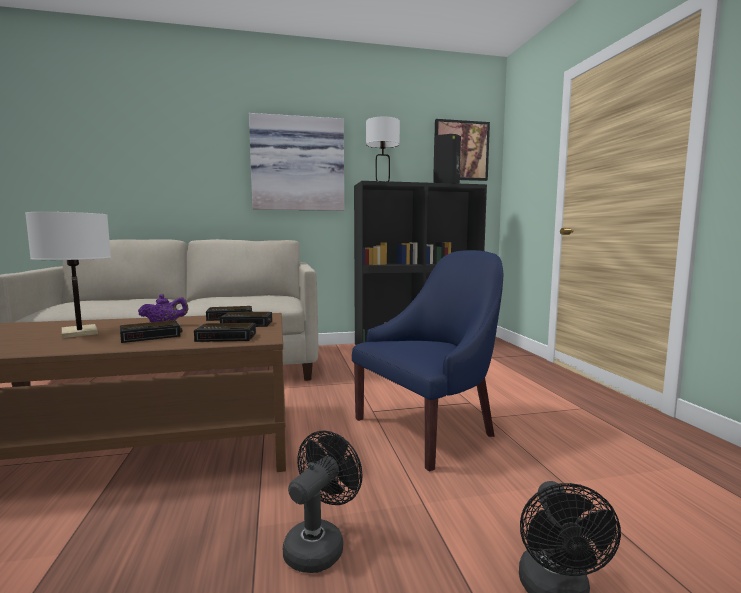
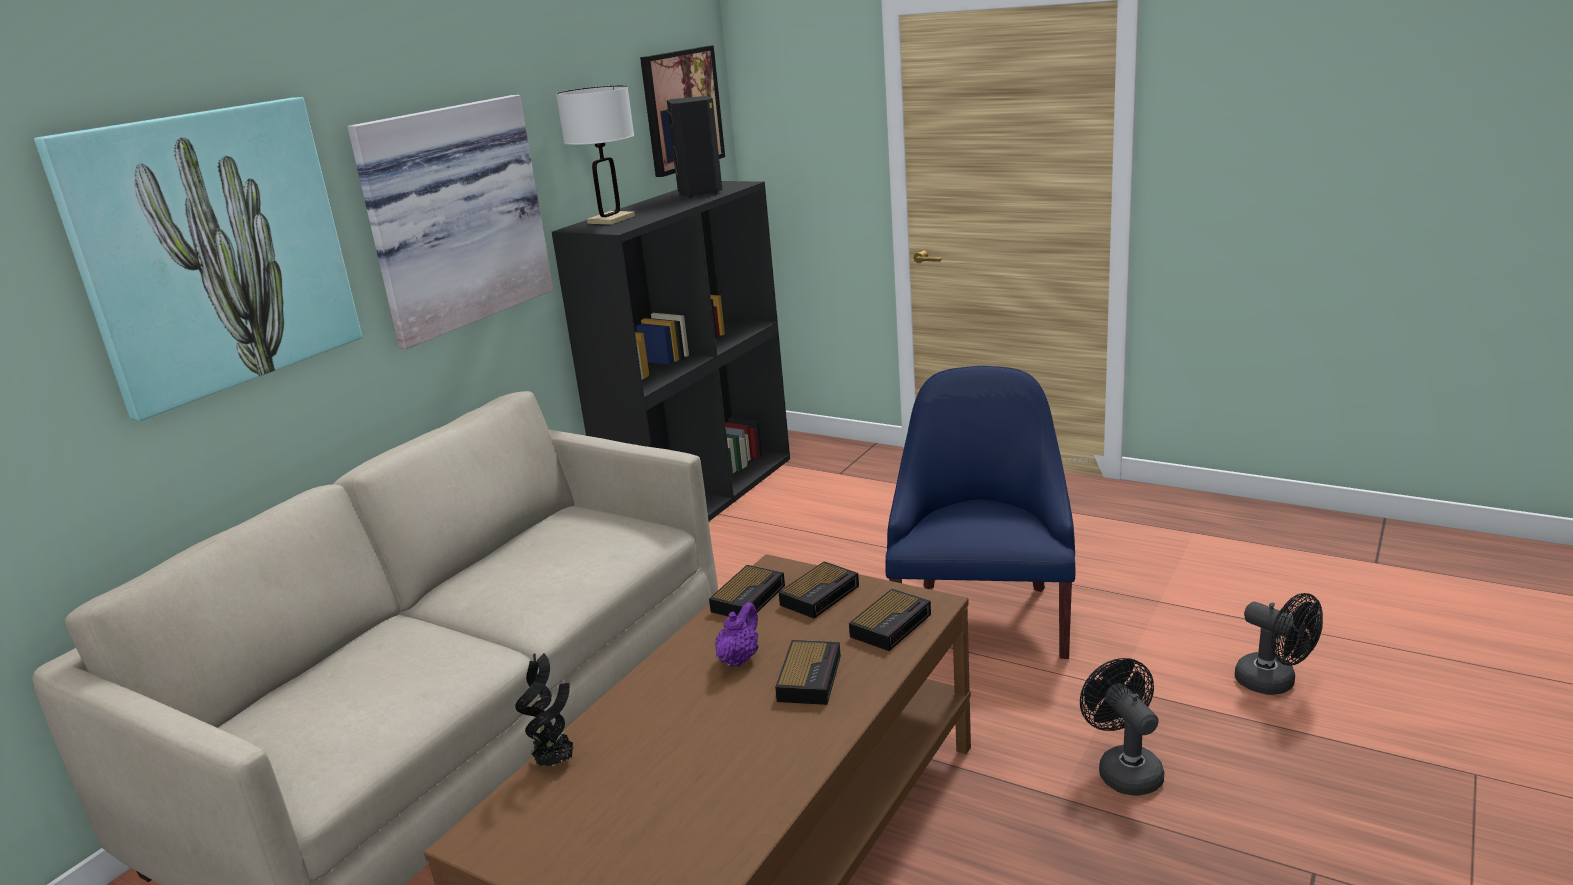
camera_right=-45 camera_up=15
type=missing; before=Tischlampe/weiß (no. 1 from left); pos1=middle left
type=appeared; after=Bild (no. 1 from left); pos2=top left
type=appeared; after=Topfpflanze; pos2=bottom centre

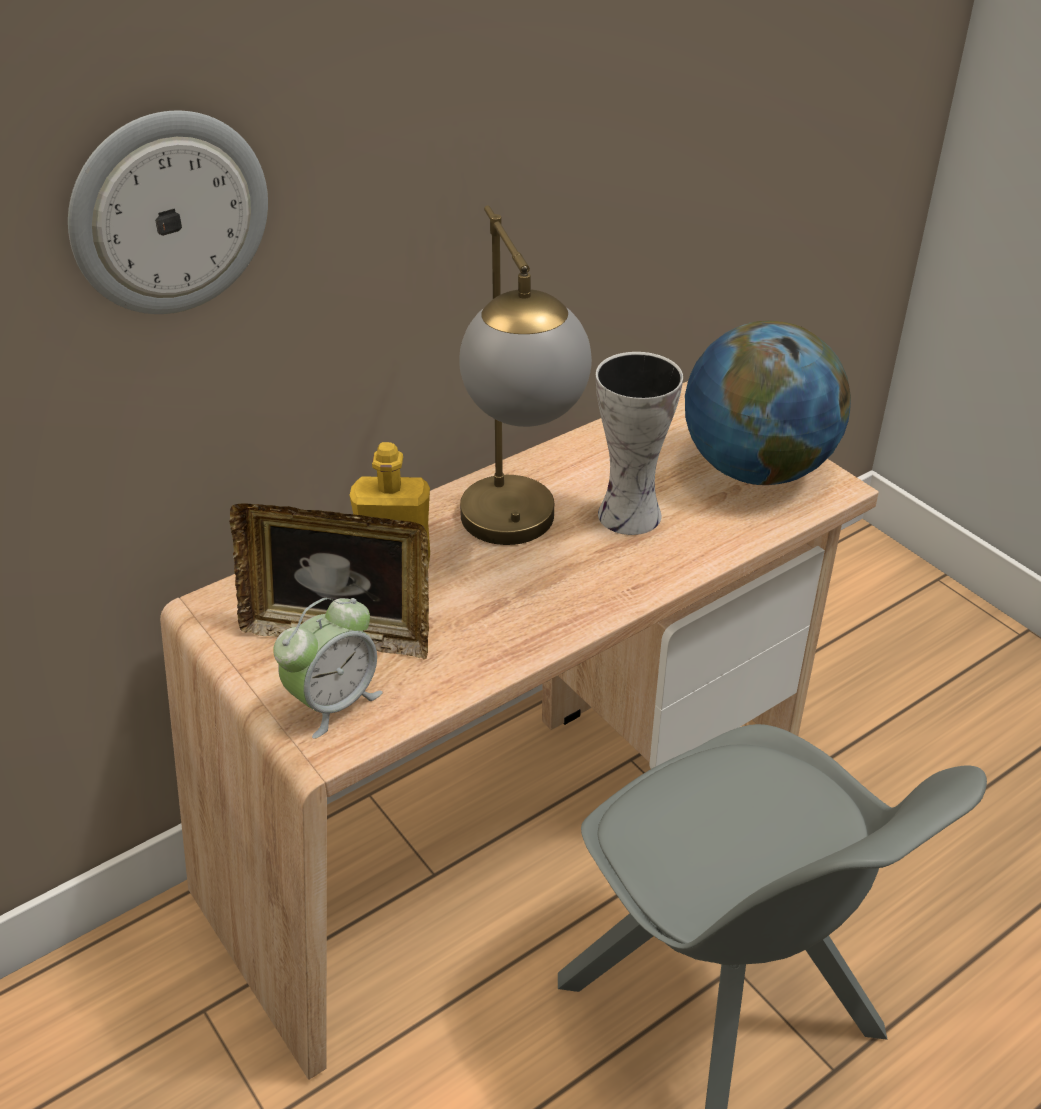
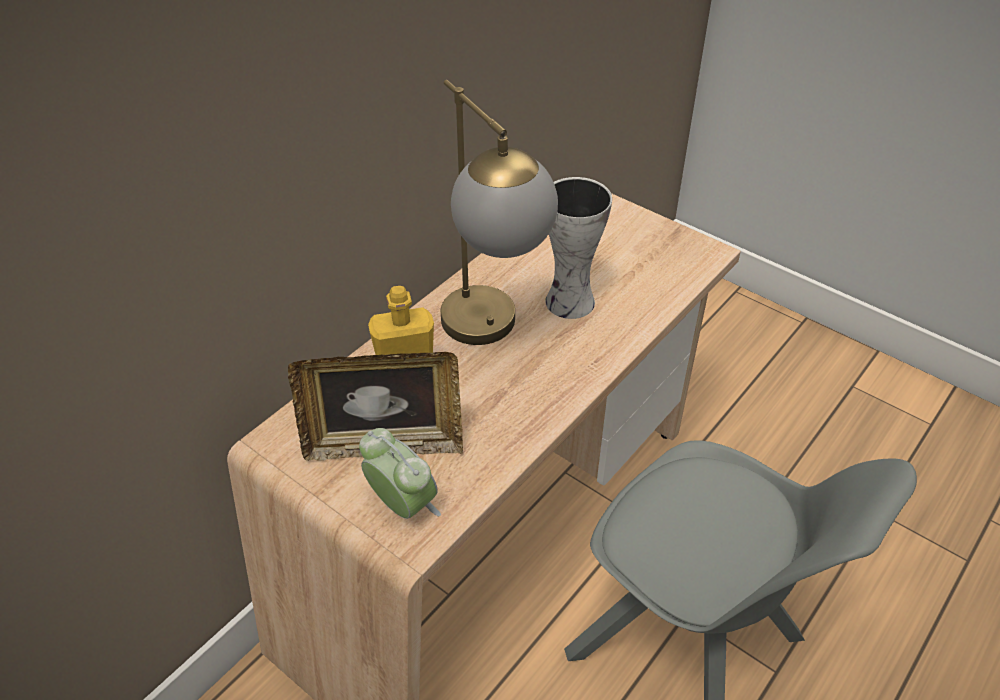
camera_right=-15 camera_up=5
type=missing; before=Wanduhr; pos1=top left
type=missing; before=Globus; pos1=middle right
type=spun; before=Wecker; pos1=middle left; pos2=bottom centre; turn=-75

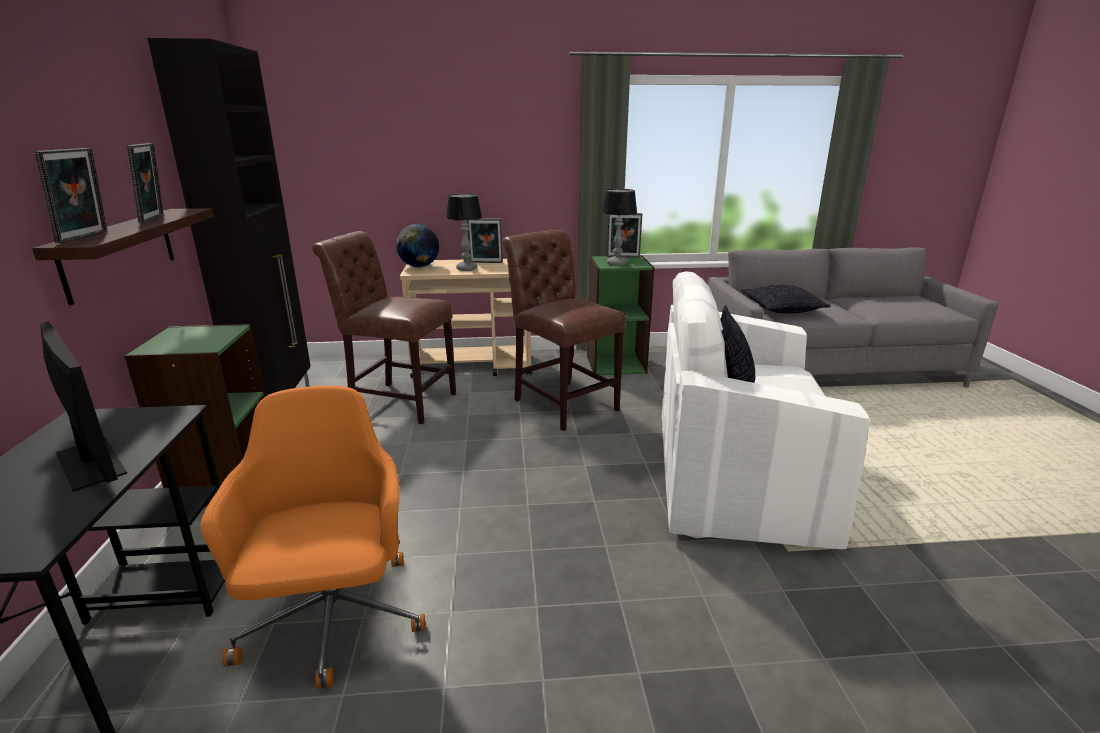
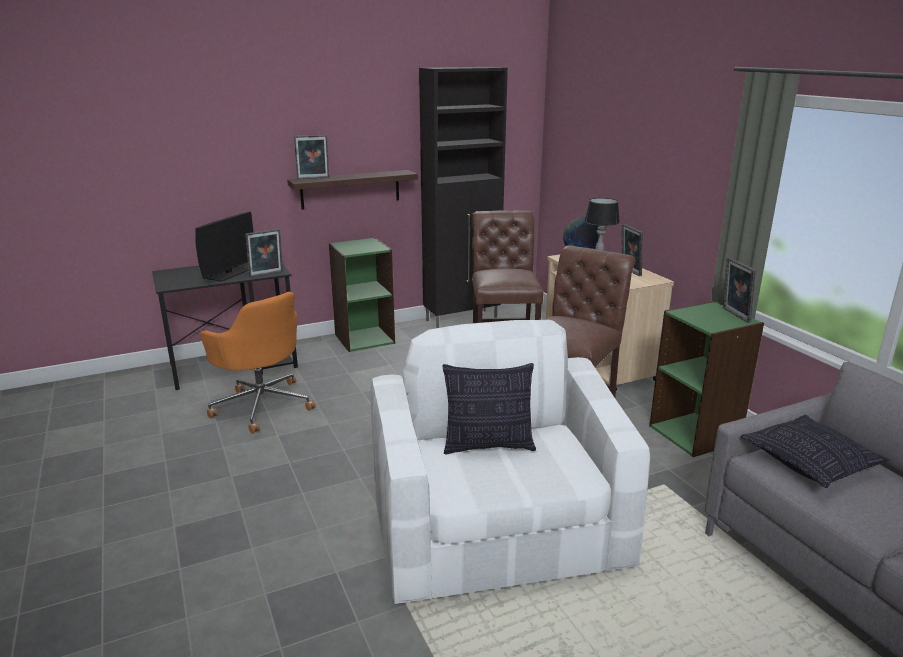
camera_right=70 camera_up=0
type=missing; before=Tischlampe (no. 2 from left); pos1=top centre
type=relocated; before=Bilderrahmen (no. 2 from left in the first image); after=Bilderrahmen (no. 1 from left); pos1=top left; pos2=middle left
type=spun; before=Bürostuhl/orange; pos1=bottom left; pos2=middle left; turn=75

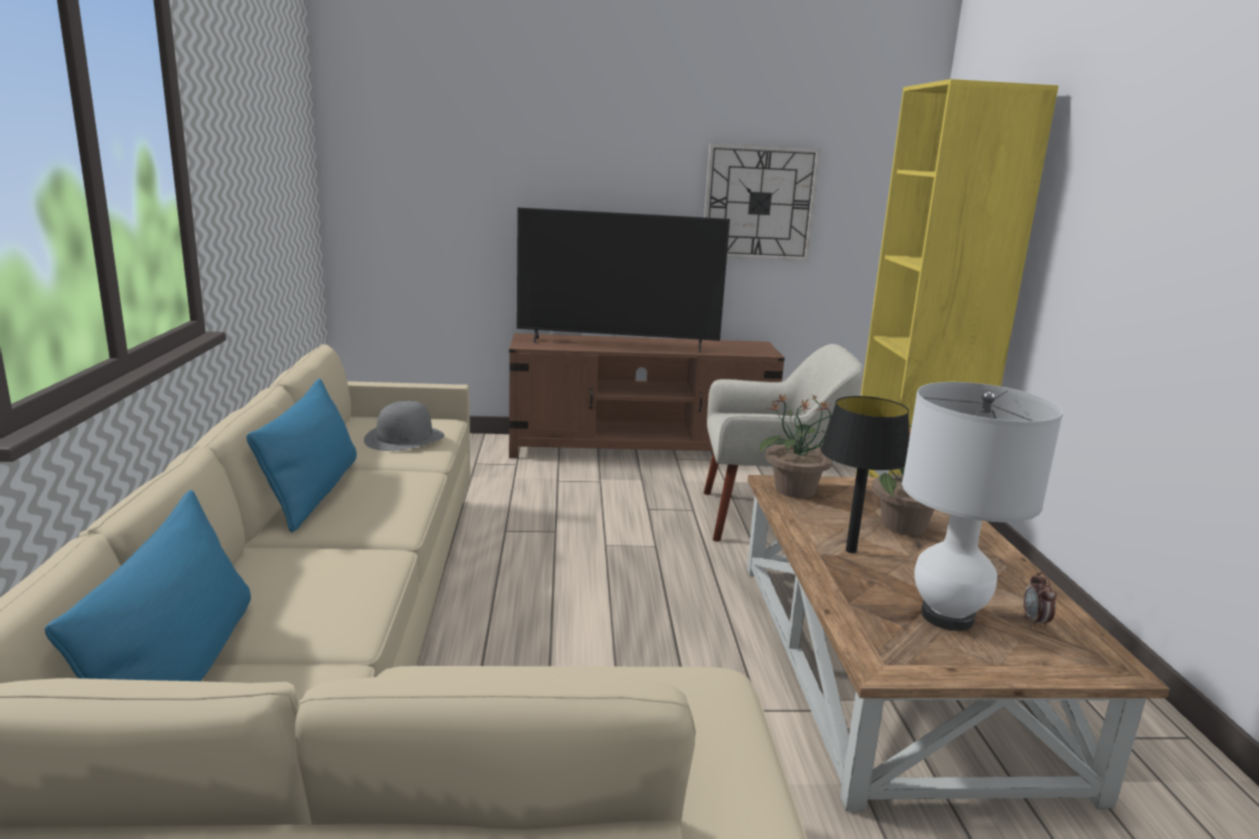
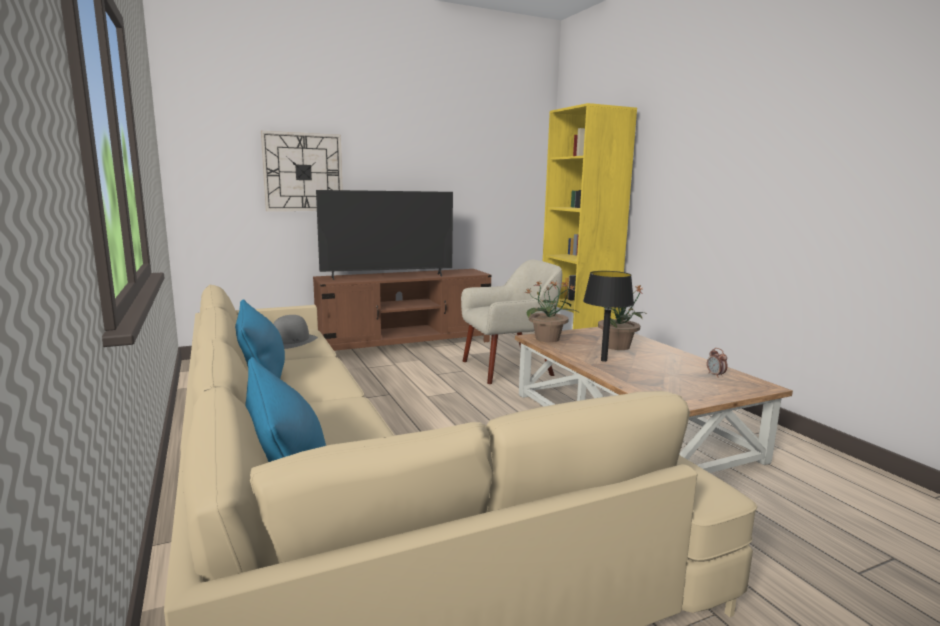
camera_right=-20 camera_up=-5
type=missing; before=Tischlampe/weiß; pos1=middle right
type=relocated; before=Wanduhr; pos1=top centre; pos2=top left

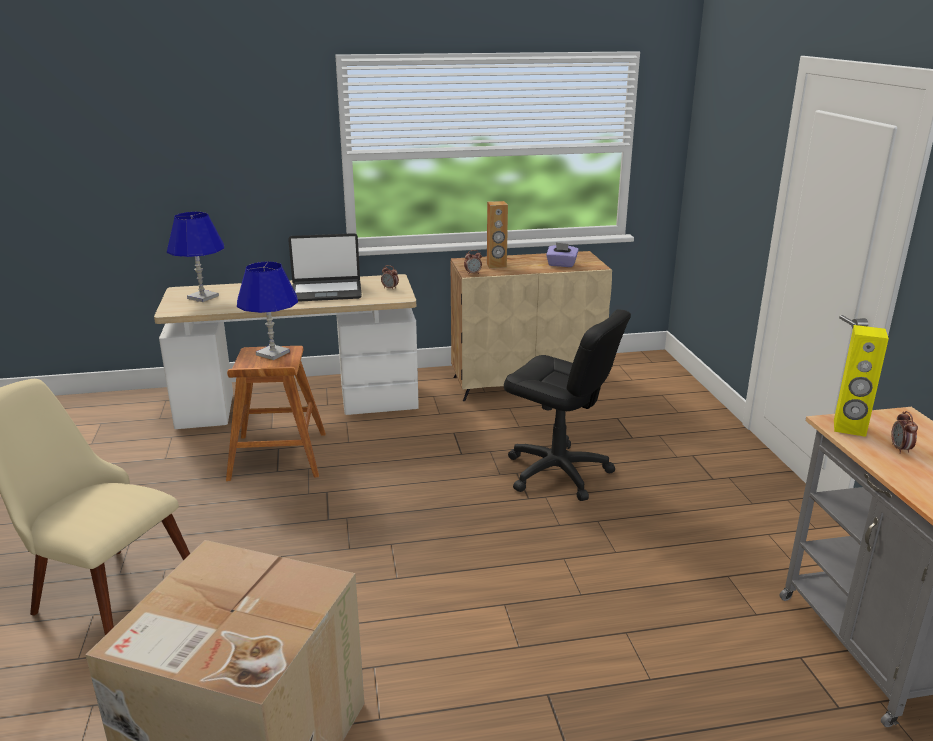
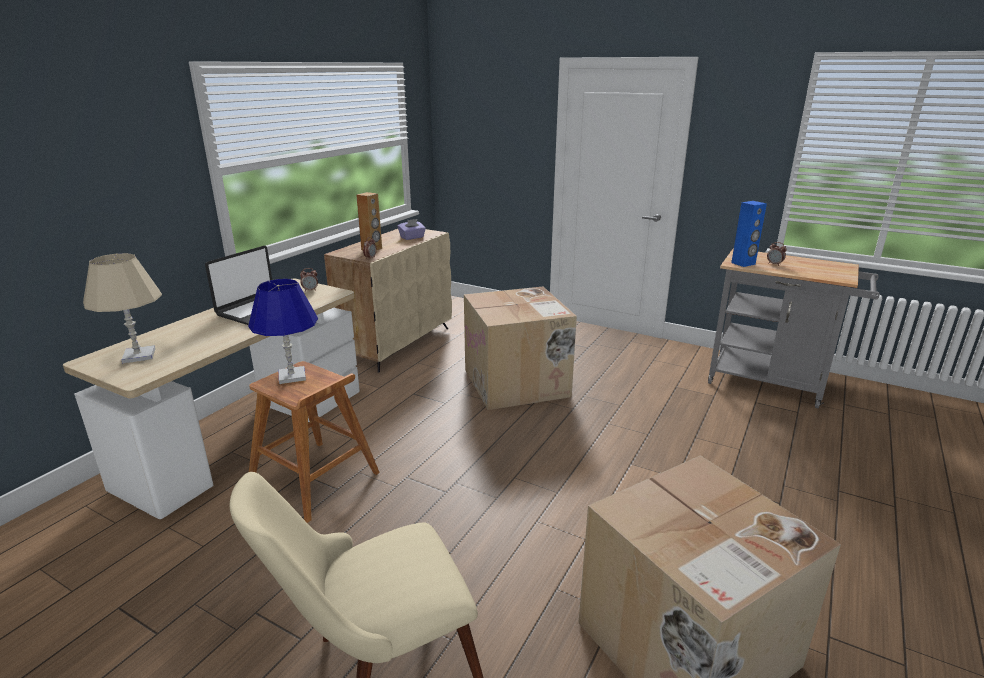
camera_right=-50 camera_up=0
type=exchanged; before=Bürostuhl/schwarz; after=Karton (no. 1 from left); pos1=centre; pos2=centre
type=colour; before=Tischlampe/blau (no. 1 from left); after=Tischlampe/beige; pos1=middle left; pos2=middle left
type=colour; before=Lautsprecher/gelb; after=Lautsprecher/blau; pos1=middle right; pos2=middle right

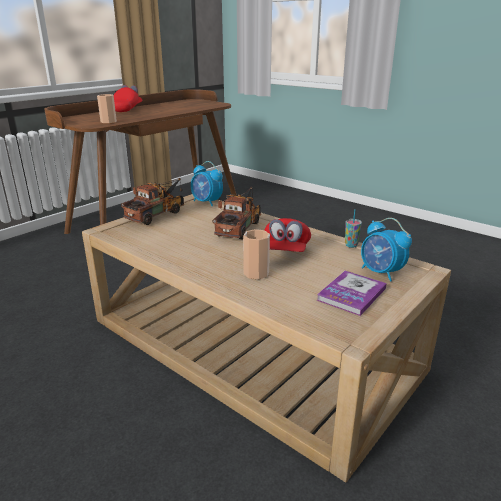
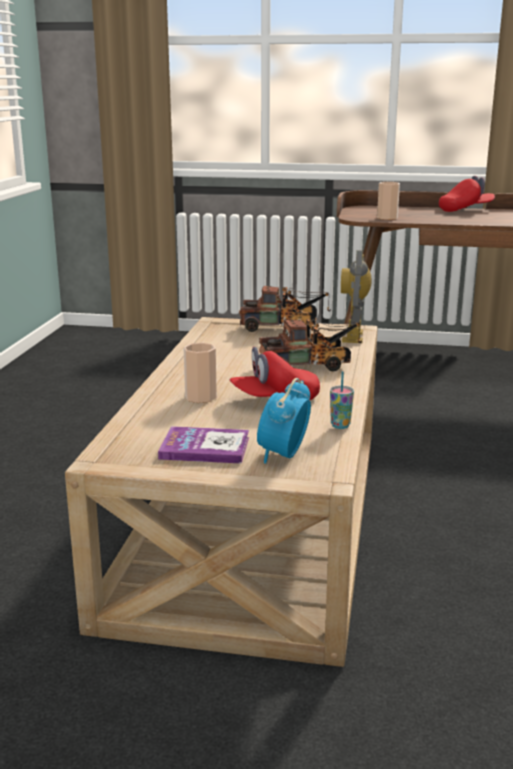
camera_right=60 camera_up=-5
type=exchanged; before=Wecker (no. 1 from left); after=Spielzeugroboter; pos1=centre; pos2=middle right

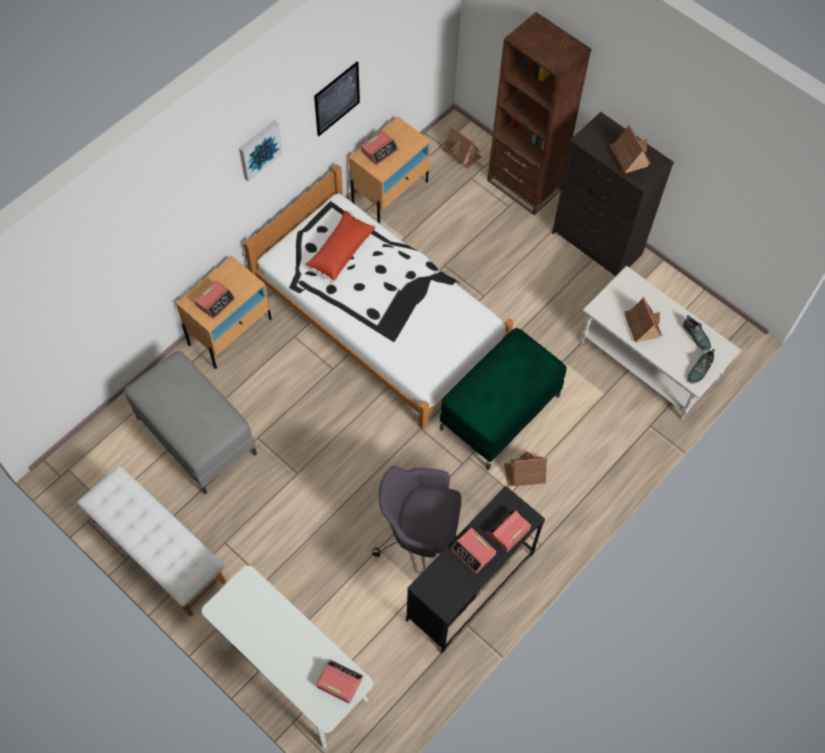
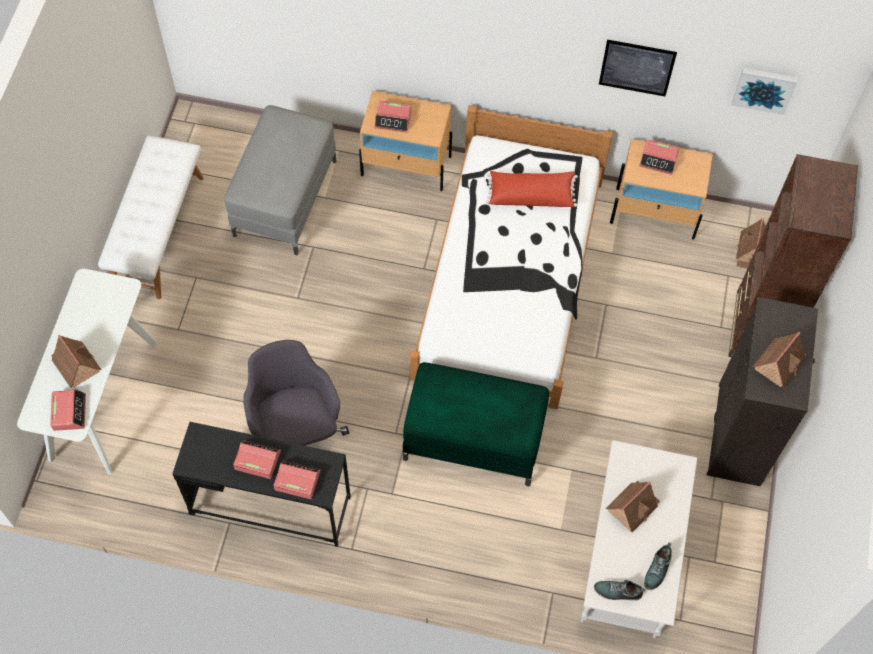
camera_right=60 camera_up=0
type=relocated; before=Bild (no. 1 from left in the first image); after=Bild (no. 2 from left); pos1=top left; pos2=top right
type=relocated; before=Spielzeughaus (no. 2 from left in the first image); after=Spielzeughaus (no. 1 from left); pos1=centre; pos2=middle left
type=spun; before=Wecker (no. 4 from left in the first image); pos1=bottom centre; pos2=bottom left; turn=90

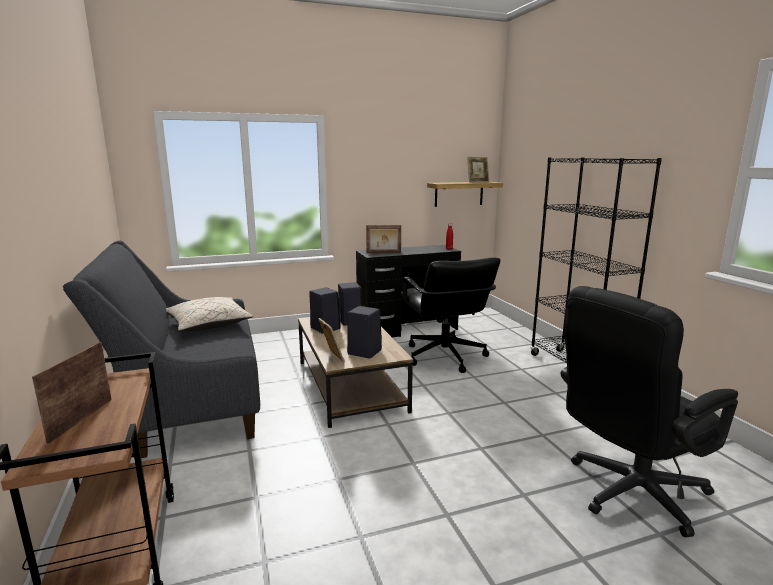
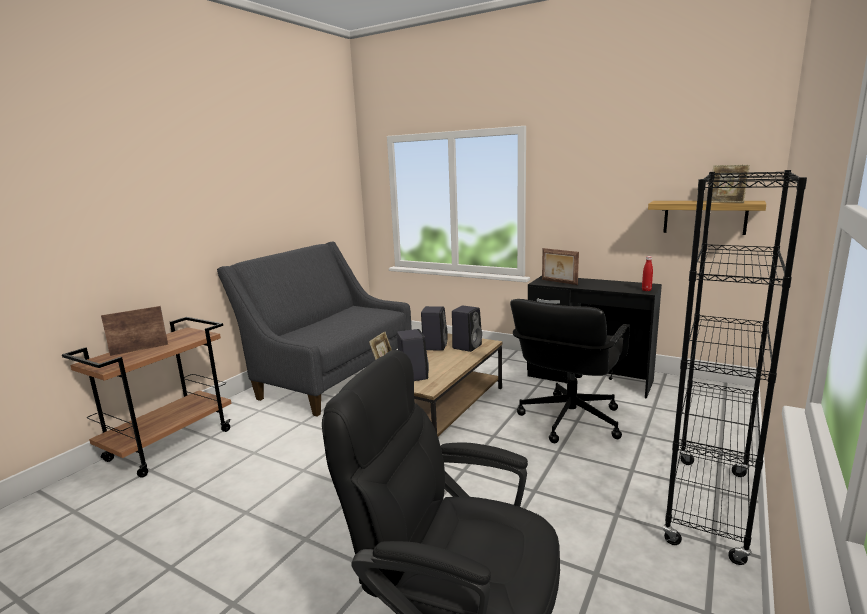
camera_right=50 camera_up=0
type=missing; before=Kissen/beige; pos1=middle left

